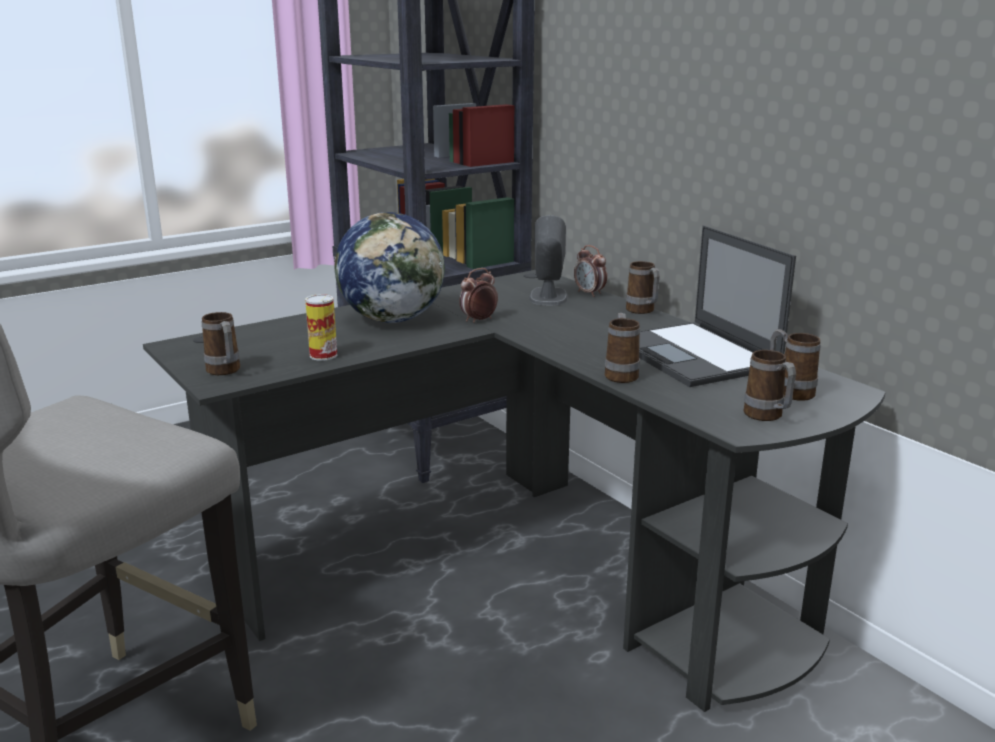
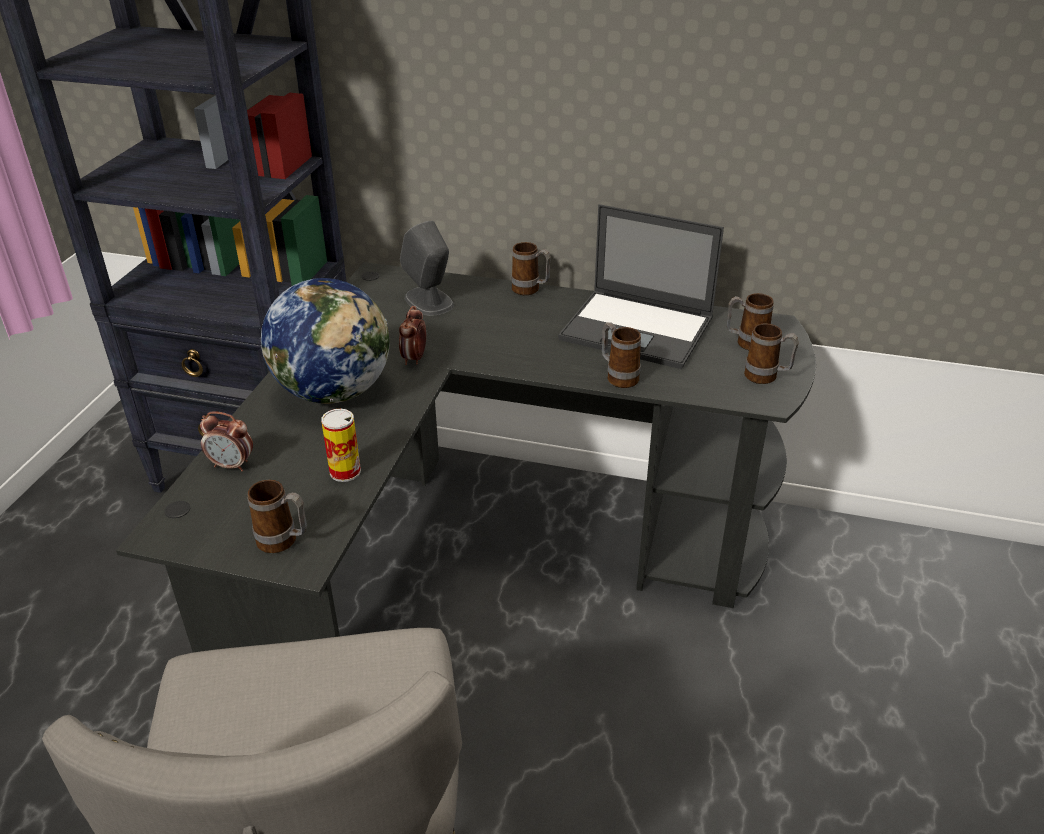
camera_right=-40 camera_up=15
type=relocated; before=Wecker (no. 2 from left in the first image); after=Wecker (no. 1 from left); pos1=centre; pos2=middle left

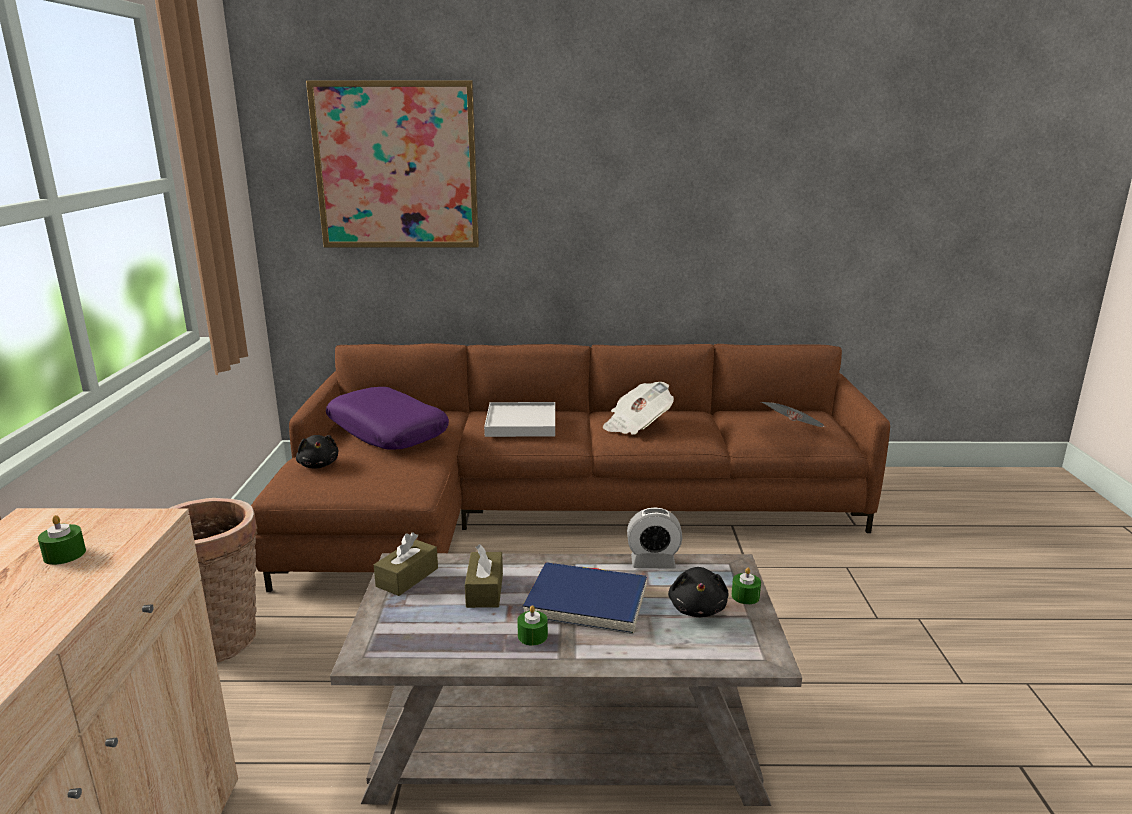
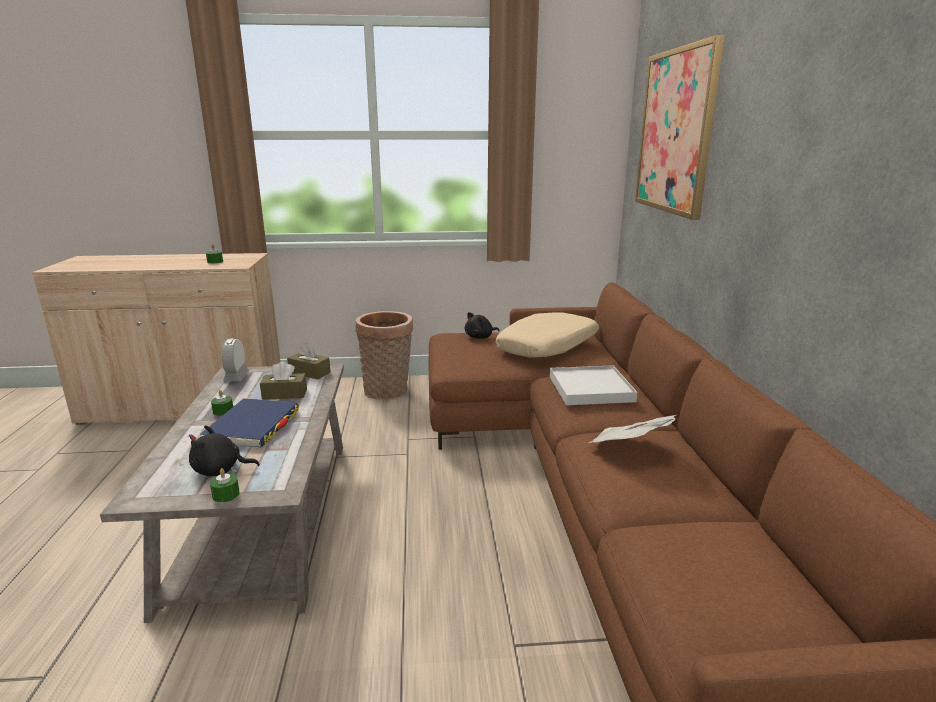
camera_right=85 camera_up=0
type=missing; before=Zeitung (no. 2 from left); pos1=middle right
type=relocated; before=Wecker; pos1=centre; pos2=middle left
type=colour; before=Kissen/lila; after=Kissen/beige; pos1=centre; pos2=centre

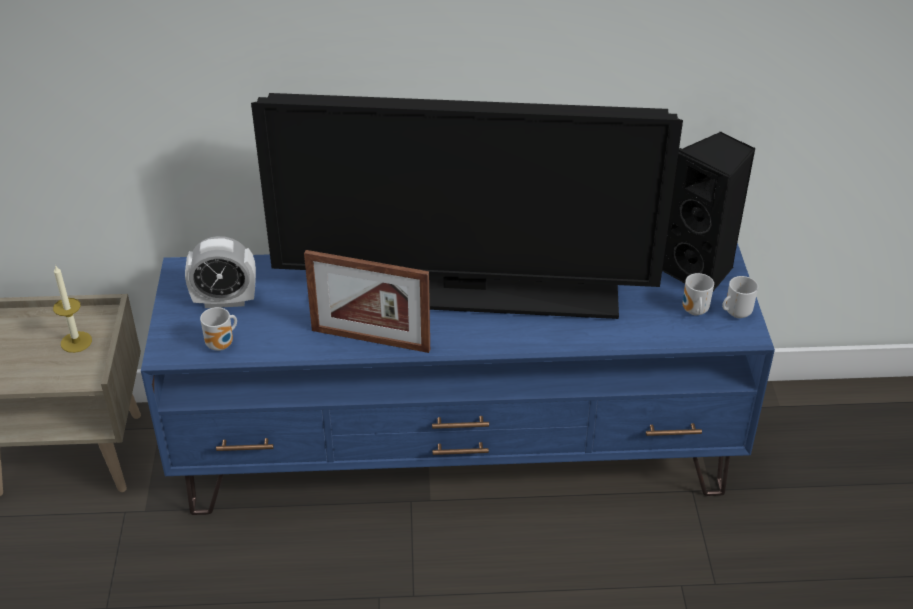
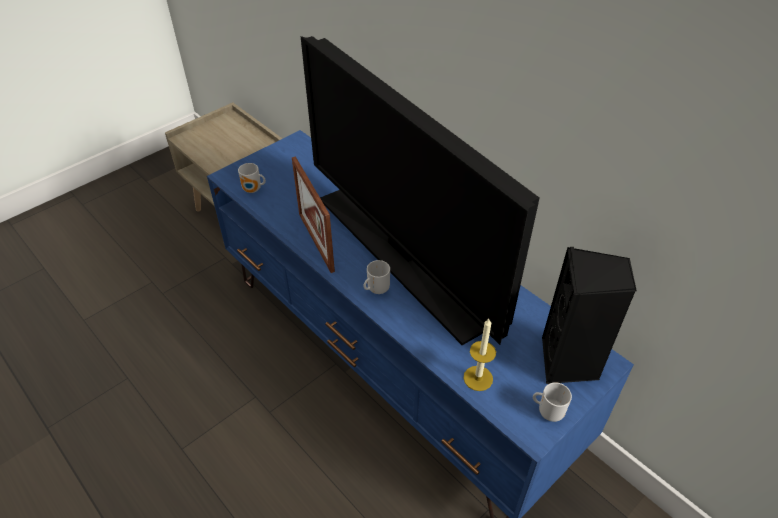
camera_right=50 camera_up=5
type=missing; before=Wecker; pos1=middle left
type=relocated; before=Kerze; pos1=middle left; pos2=bottom centre
type=relocated; before=Henkelbecher (no. 2 from left); pos1=middle right; pos2=centre

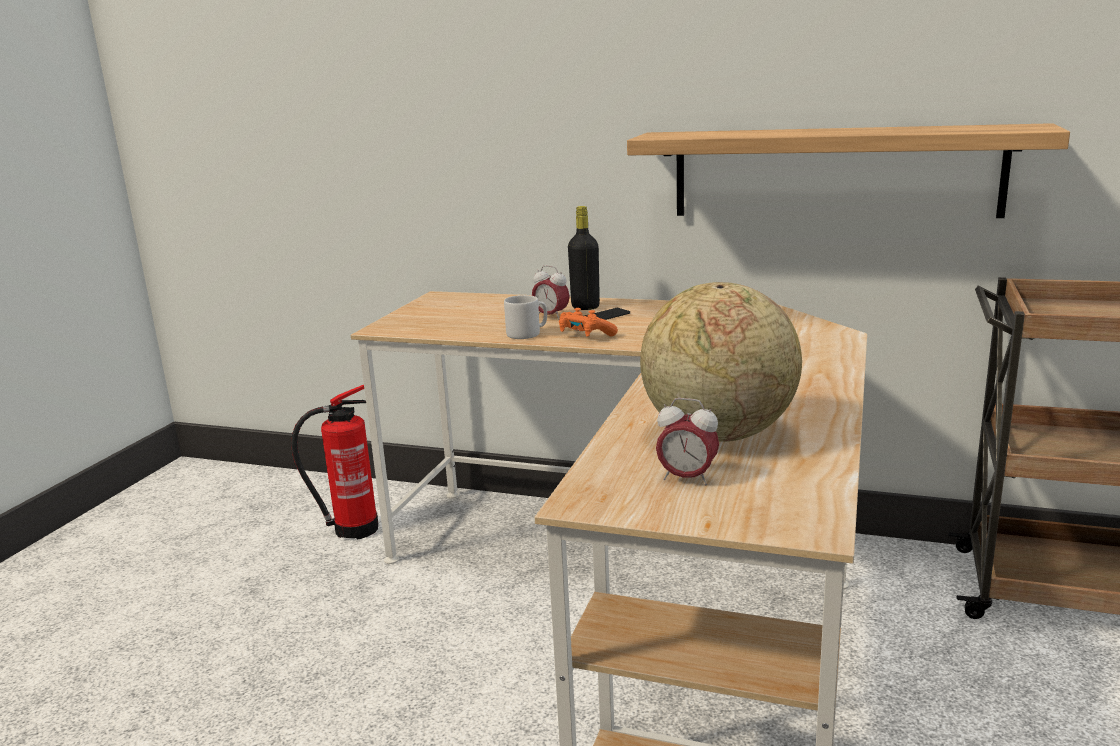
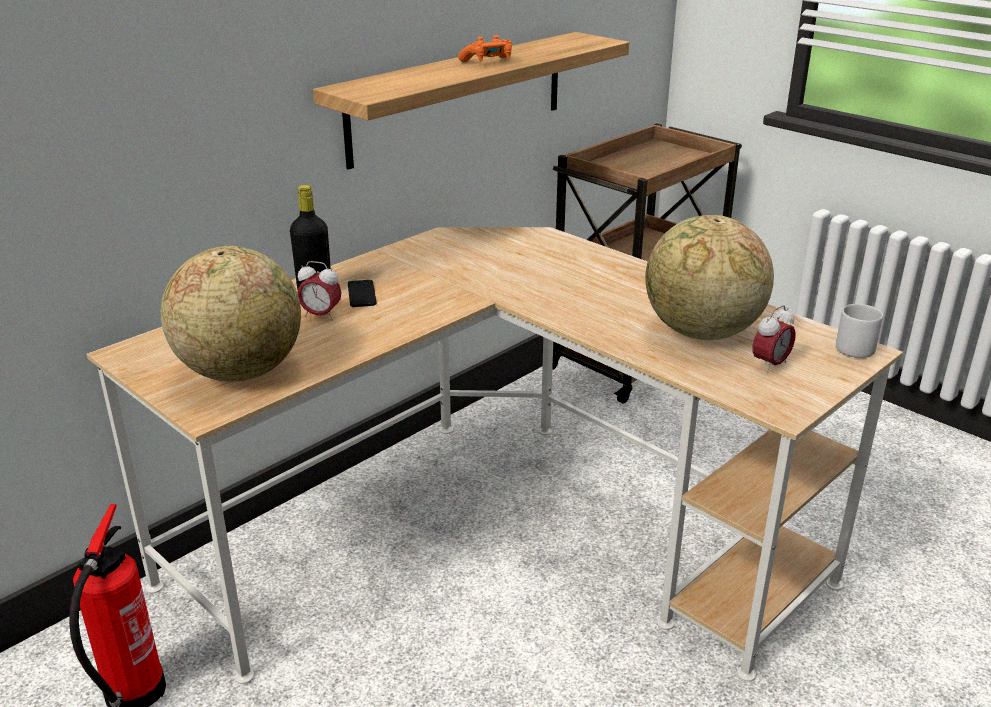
camera_right=-65 camera_up=10
type=appeared; after=Globus (no. 1 from left); pos2=middle left
type=relocated; before=Henkelbecher/grau; pos1=centre; pos2=middle right
type=relocated; before=Gamepad/orange; pos1=centre; pos2=top centre
type=spun; before=Wecker (no. 1 from left); pos1=centre; pos2=middle left; turn=45

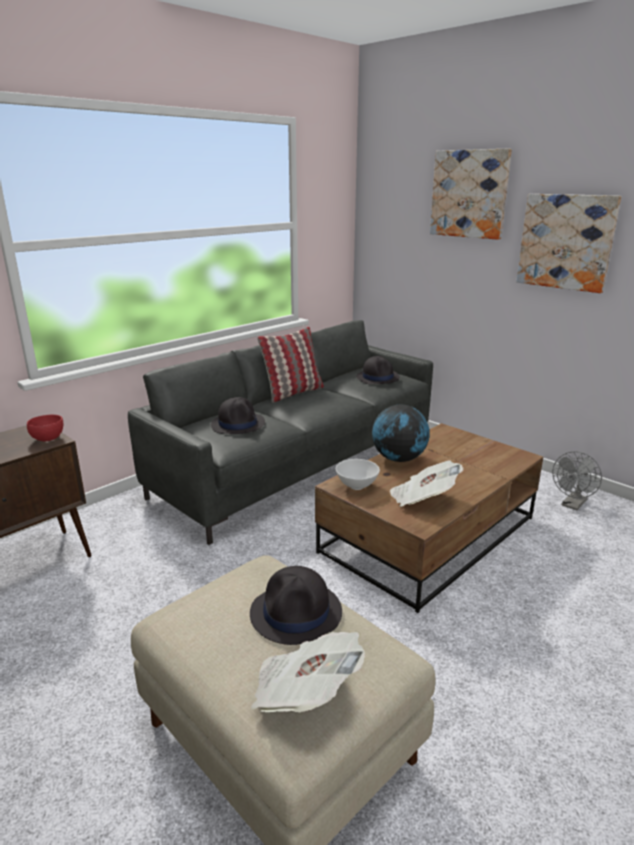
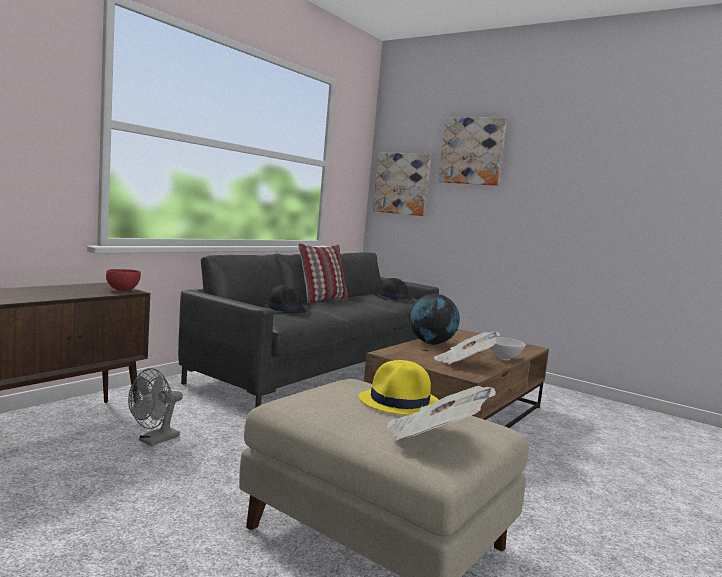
camera_right=-10 camera_up=-15
type=relocated; before=Schüssel/weiß; pos1=centre; pos2=middle right
type=relocated; before=Bild (no. 2 from left in the first image); after=Bild (no. 1 from left); pos1=top right; pos2=top centre
type=relocated; before=Ventilator/grau; pos1=middle right; pos2=bottom left
type=colour; before=Hut/schwarz (no. 2 from left); after=Hut/gelb; pos1=bottom centre; pos2=bottom centre

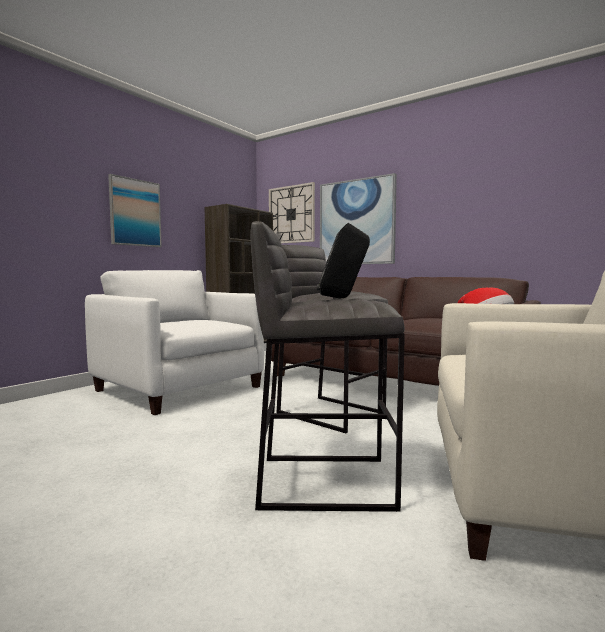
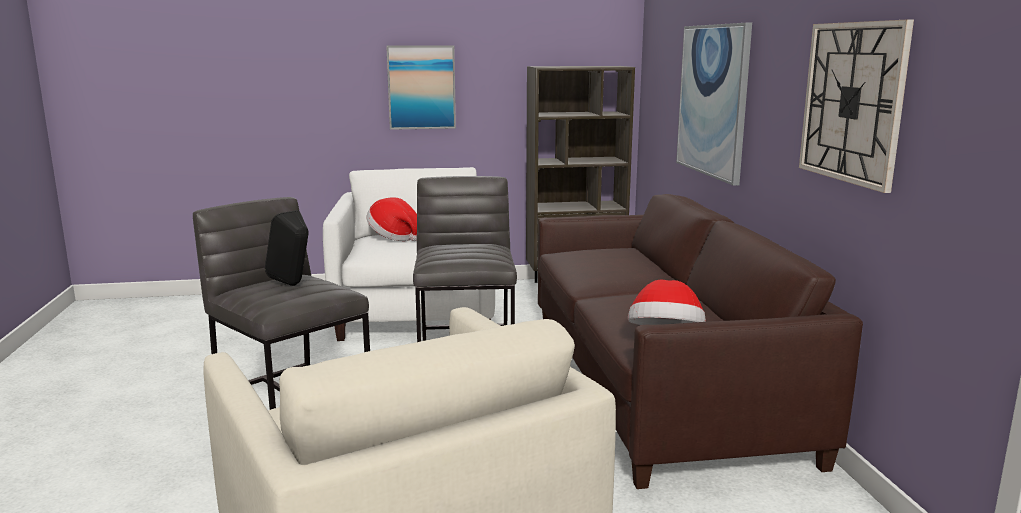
camera_right=45 camera_up=10
type=appeared; after=Hut (no. 1 from left); pos2=centre
type=relocated; before=Wanduhr; pos1=centre; pos2=top right

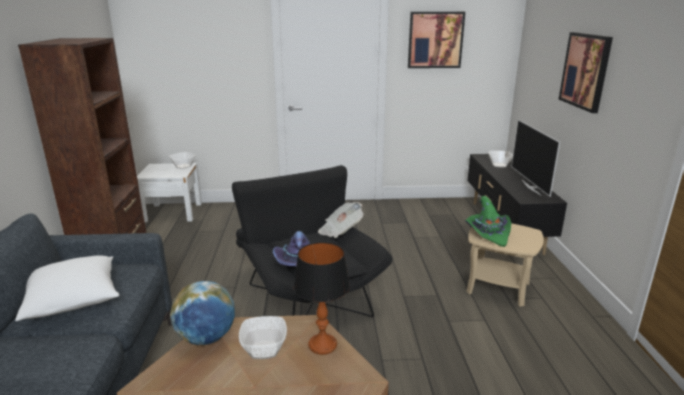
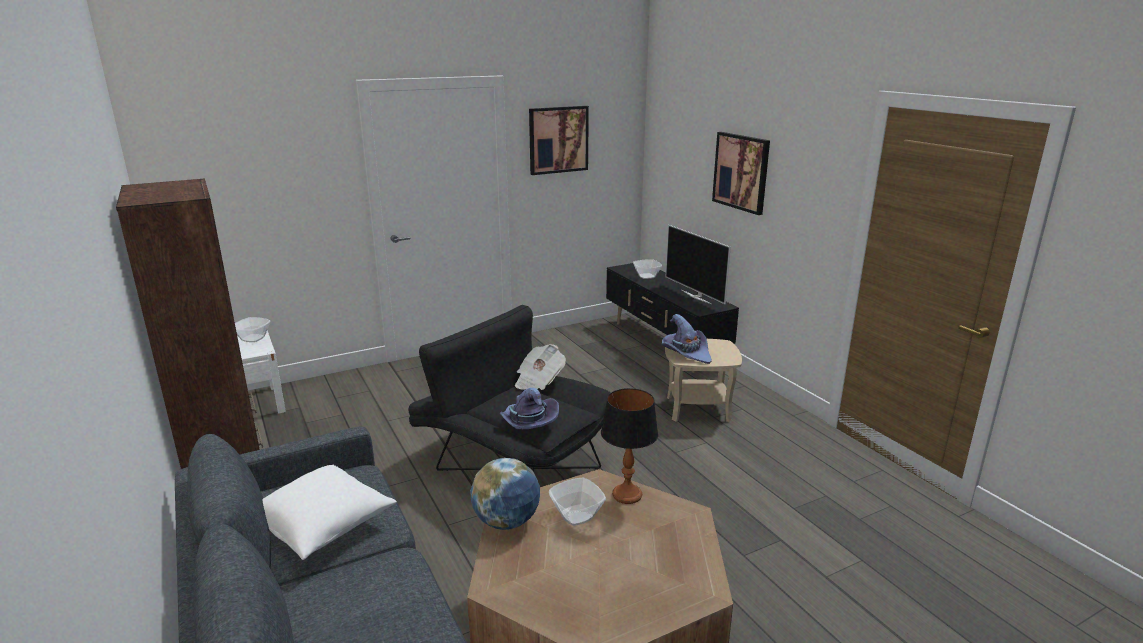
camera_right=-25 camera_up=0
type=colour; before=Hut/grün; after=Hut/lila (no. 2 from left); pos1=middle right; pos2=centre

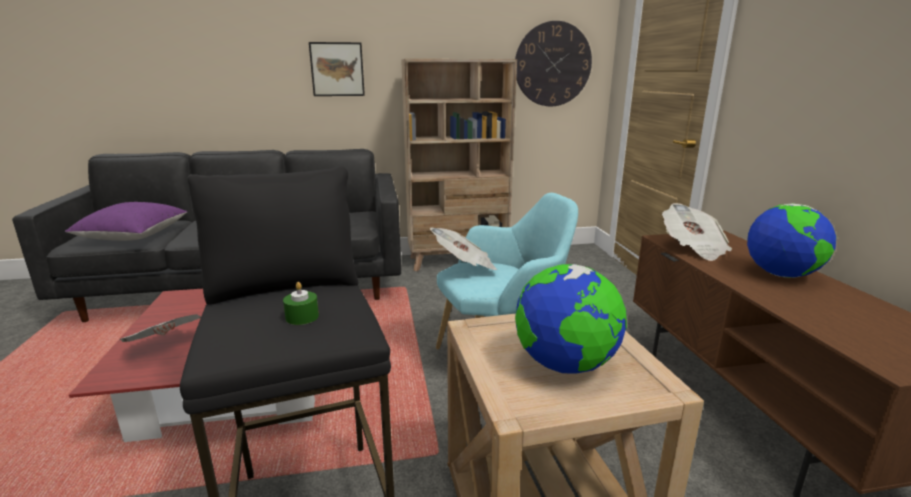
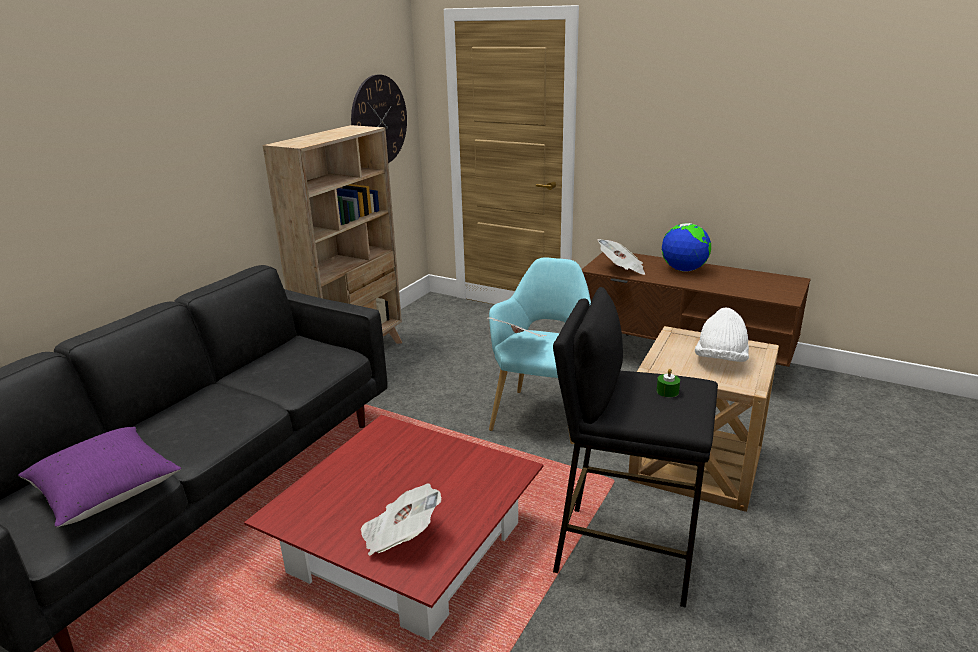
camera_right=-50 camera_up=5
type=missing; before=Bild; pos1=top centre
type=exchanged; before=Globus (no. 1 from left); after=Hut/weiß; pos1=centre; pos2=middle right

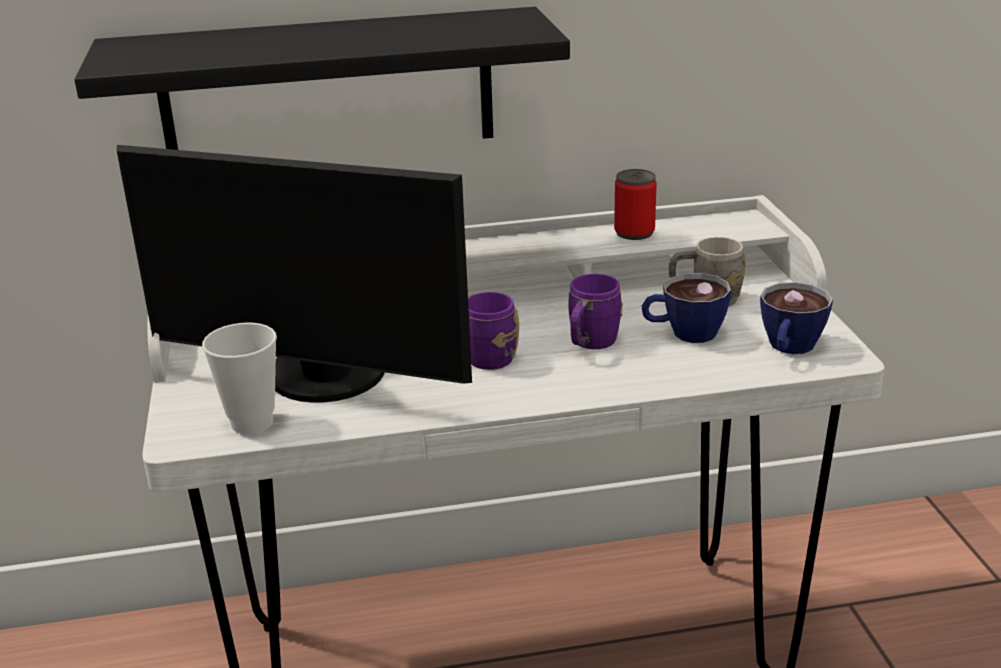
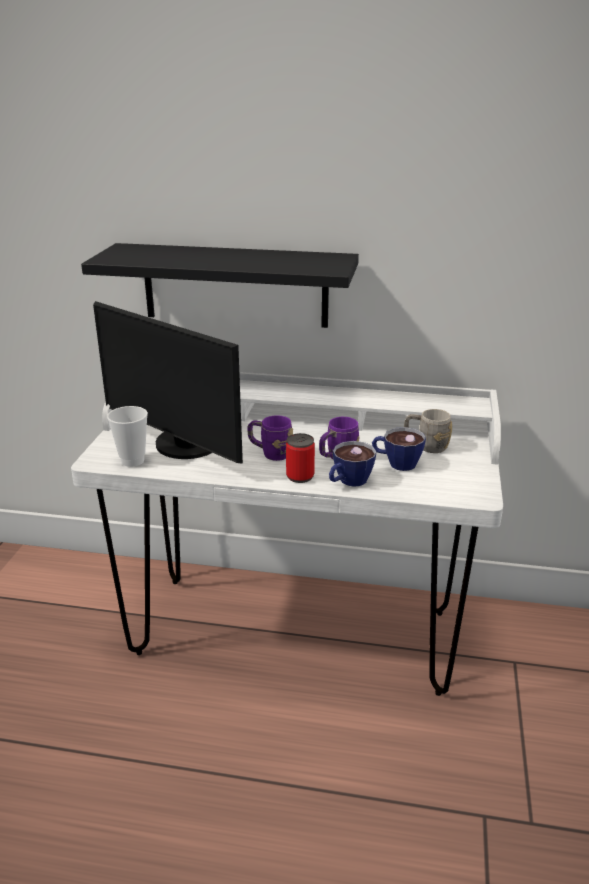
camera_right=20 camera_up=0
type=relocated; before=Dose; pos1=top centre; pos2=centre
type=relocated; before=Tasse (no. 3 from left in the first image); after=Tasse (no. 2 from left); pos1=middle right; pos2=centre

